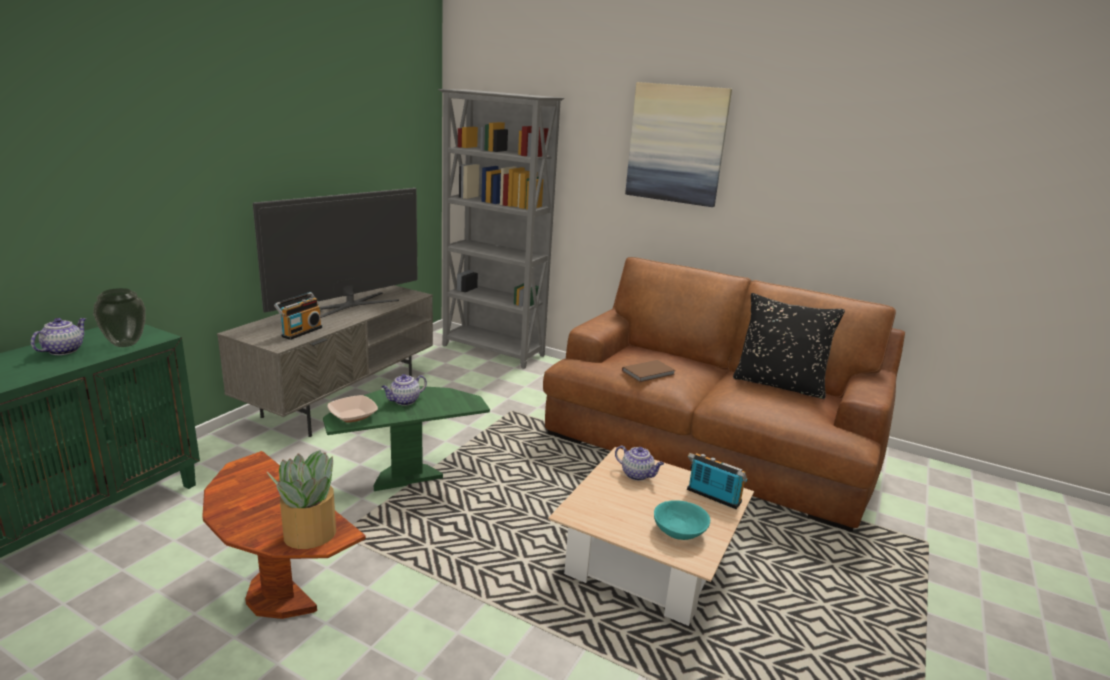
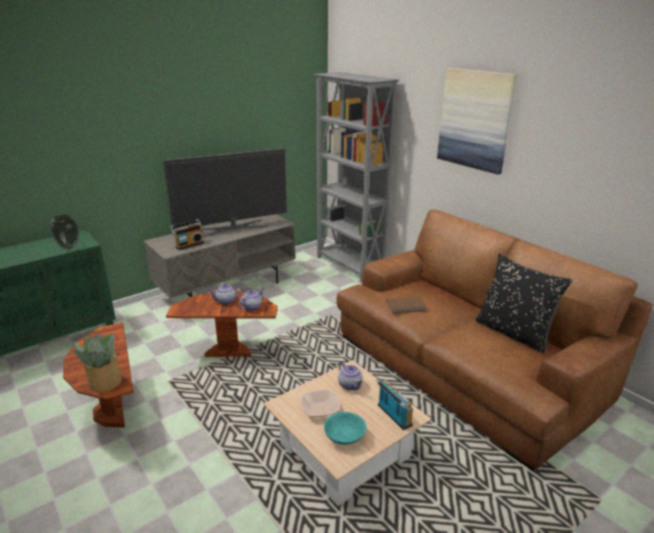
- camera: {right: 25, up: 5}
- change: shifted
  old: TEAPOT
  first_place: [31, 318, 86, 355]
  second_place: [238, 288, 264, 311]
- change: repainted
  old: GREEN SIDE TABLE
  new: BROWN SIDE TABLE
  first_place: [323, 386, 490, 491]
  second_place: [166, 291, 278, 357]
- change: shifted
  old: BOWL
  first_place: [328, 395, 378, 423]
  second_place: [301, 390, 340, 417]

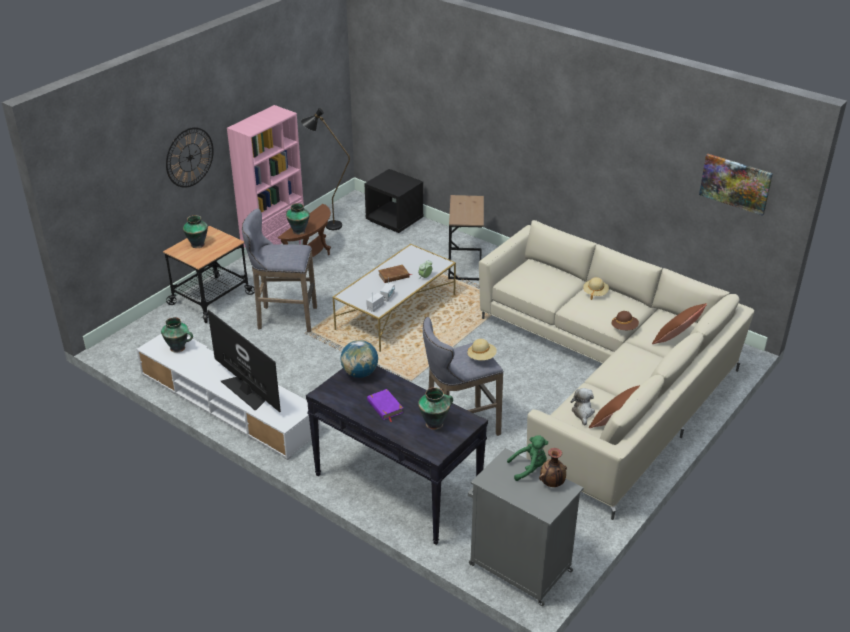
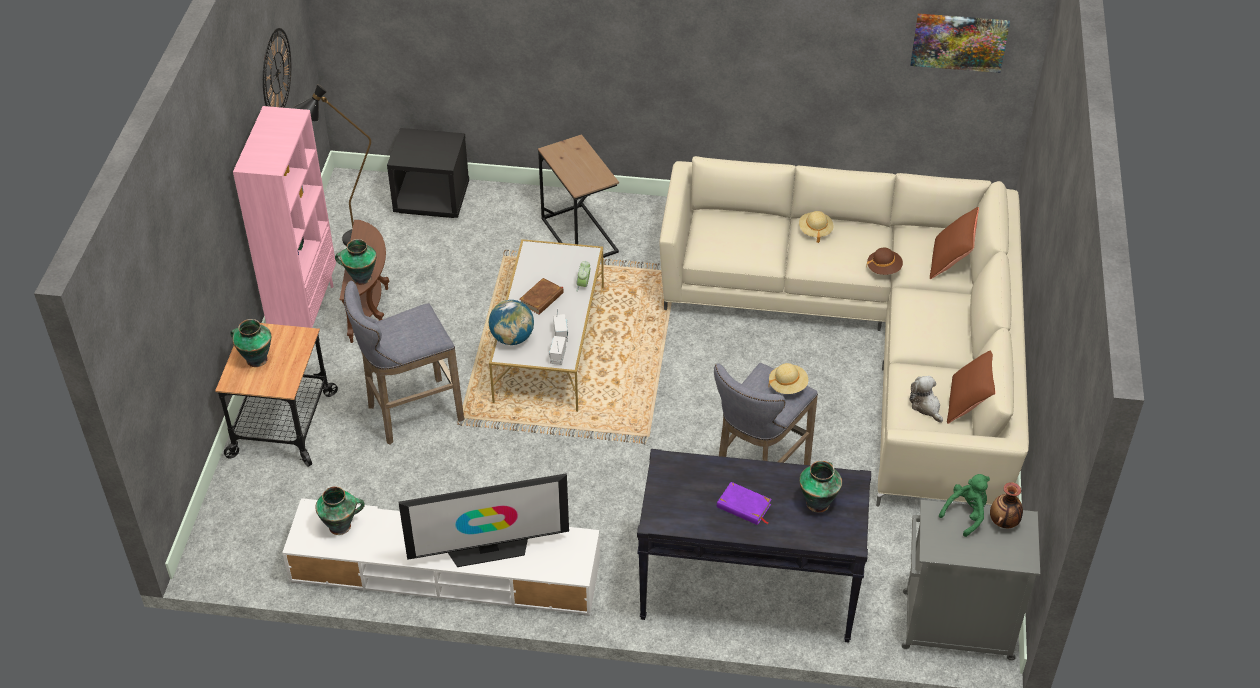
- camera: {right: -30, up: 10}
- change: shifted
  old: WALL CLOCK
  first_place: [166, 127, 214, 188]
  second_place: [263, 28, 291, 108]
- change: rotated
  old: TELEVISION
  first_place: [207, 310, 281, 412]
  second_place: [398, 473, 569, 567]
  degrees: 150
- change: shifted
  old: GLOBE
  first_place: [341, 340, 378, 378]
  second_place: [489, 300, 534, 345]

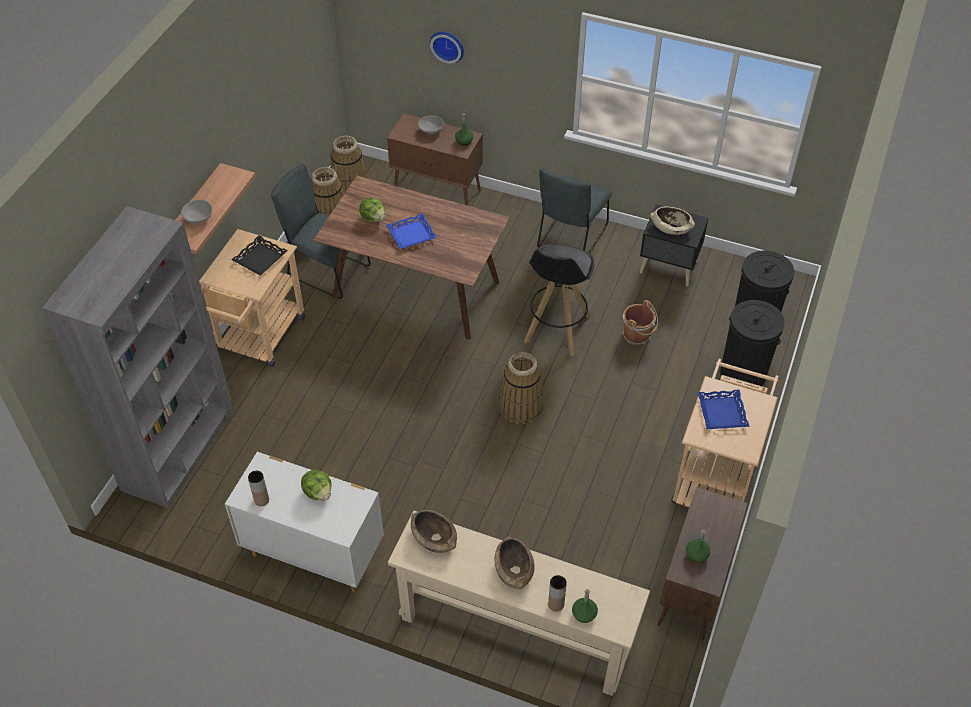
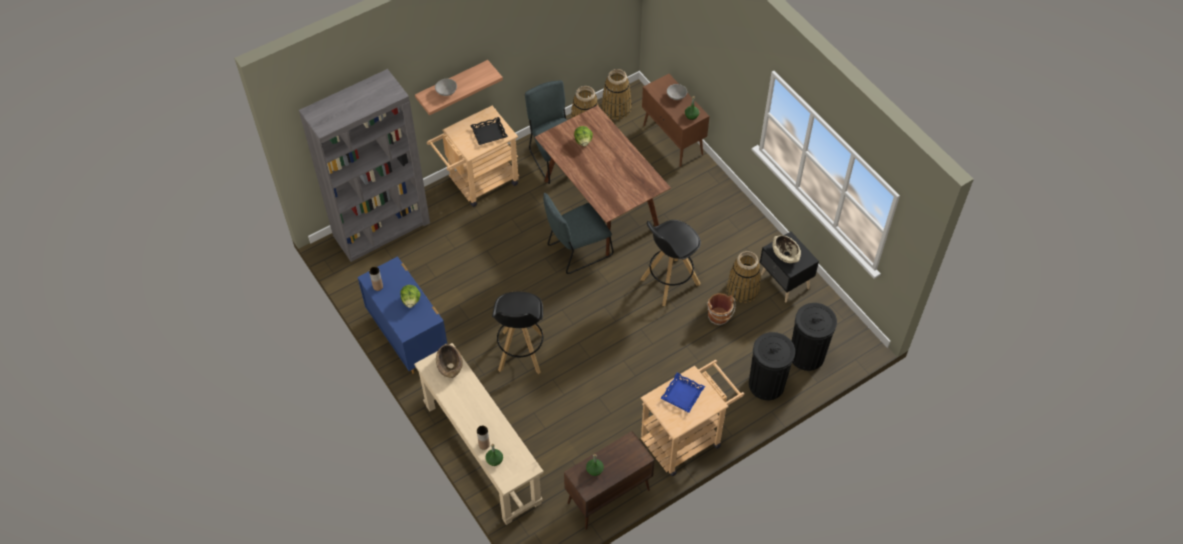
- camera: {right: 35, up: 5}
- change: repainted
  old: WHITE DRESSER
  new: BLUE DRESSER
  first_place: [225, 452, 384, 592]
  second_place: [358, 256, 447, 374]
- change: gone
  old: BLUE TRAY
  first_place: [386, 213, 437, 249]
- change: gone
  old: WALL CLOCK
  first_place: [430, 31, 464, 64]
- change: gone
  old: BROWN BOWL
  first_place: [494, 537, 535, 589]
- change: shifted
  old: BASKET
  first_place: [499, 352, 543, 424]
  second_place: [727, 251, 761, 303]
- change: shifted
  old: GREY CHAIR
  first_place: [537, 169, 612, 254]
  second_place: [543, 193, 614, 274]
- change: new
  new: BLACK STOOL
  second_place: [492, 292, 544, 374]

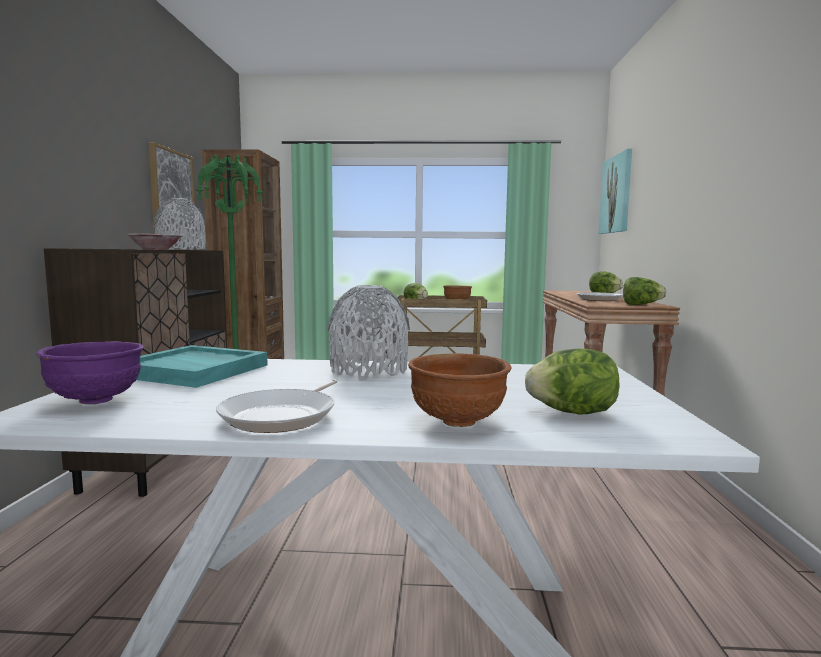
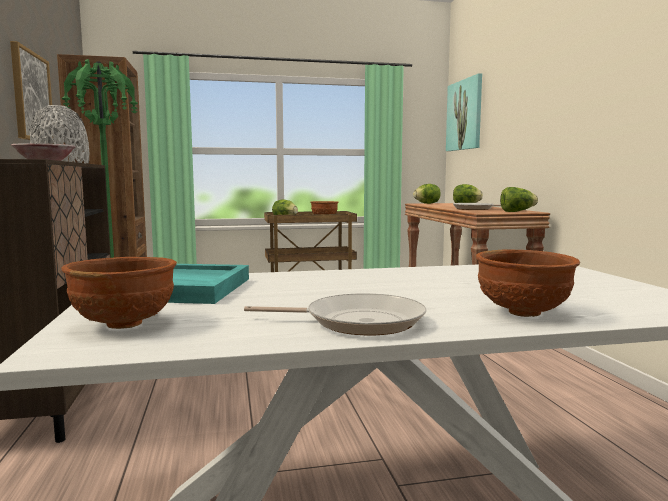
- camera: {right: -15, up: 0}
- change: repainted
  old: PURPLE BOWL
  new: BROWN BOWL
  first_place: [36, 341, 144, 404]
  second_place: [62, 257, 177, 329]
- change: rotated
  old: FRYING PAN
  first_place: [216, 379, 338, 433]
  second_place: [244, 293, 426, 335]
  degrees: -90
- change: gone
  old: GREY VASE
  first_place: [327, 285, 410, 379]
- change: shifted
  old: LETTUCE
  first_place: [525, 349, 619, 415]
  second_place: [413, 184, 441, 204]

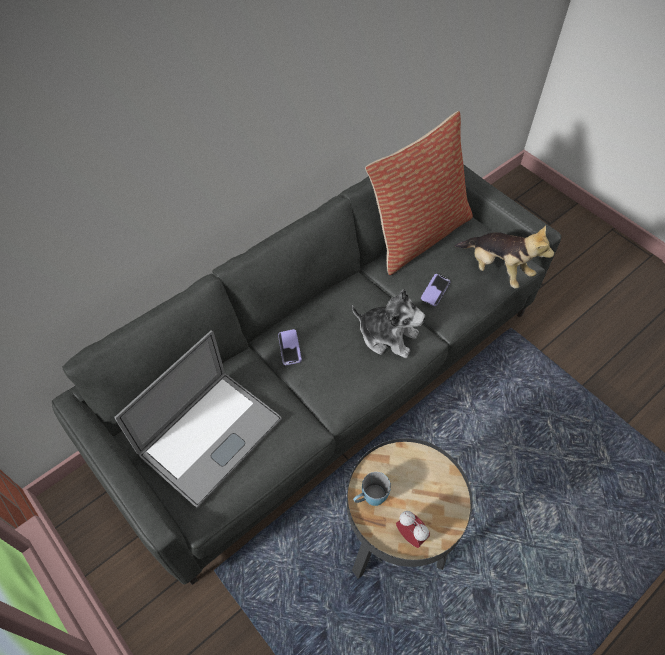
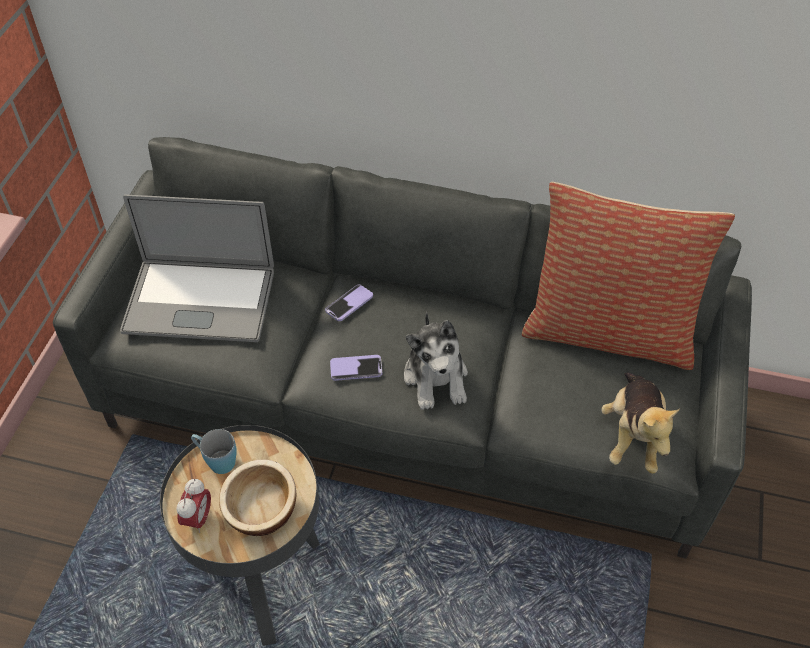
- camera: {right: 55, up: -5}
- change: shifted
  old: PHONE
  first_place: [421, 274, 450, 306]
  second_place: [330, 355, 382, 381]
- change: new
  new: BOWL
  second_place: [219, 460, 296, 536]

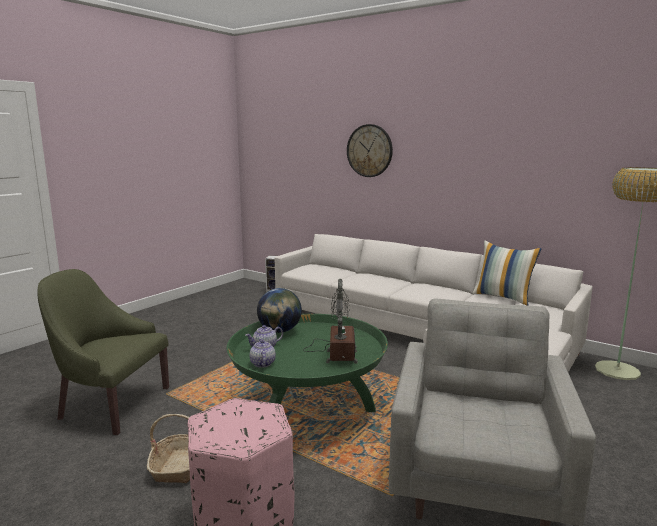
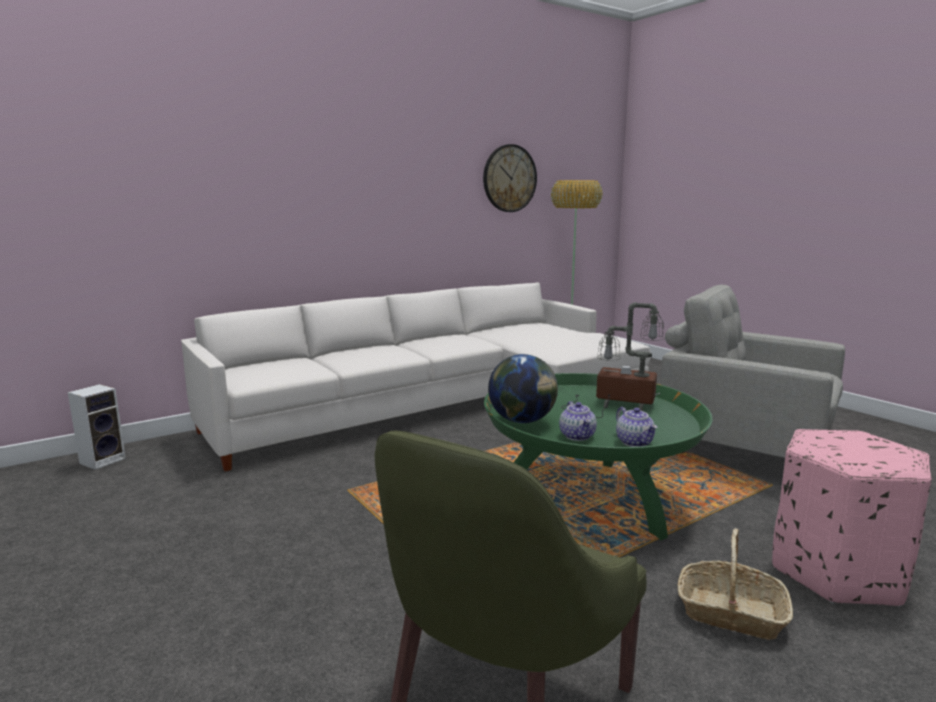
- camera: {right: -70, up: 0}
- change: rotated
  old: TEAPOT
  first_place: [249, 338, 276, 368]
  second_place: [616, 407, 657, 447]
  degrees: -120
- change: shifted
  old: WALL CLOCK
  first_place: [347, 124, 393, 177]
  second_place: [483, 144, 537, 212]
- change: gone
  old: PILLOW
  first_place: [472, 241, 542, 306]

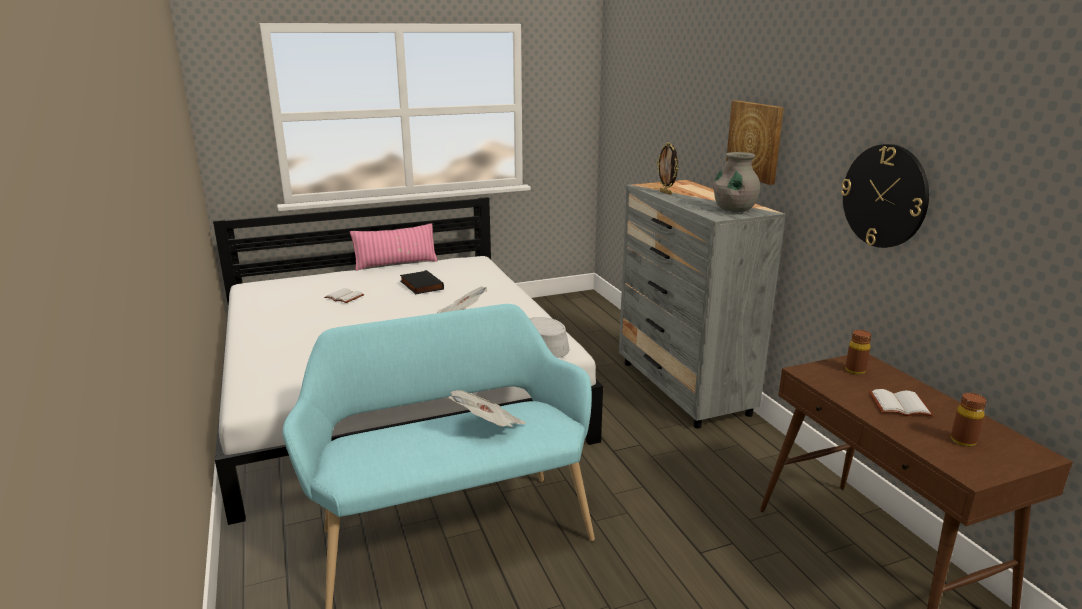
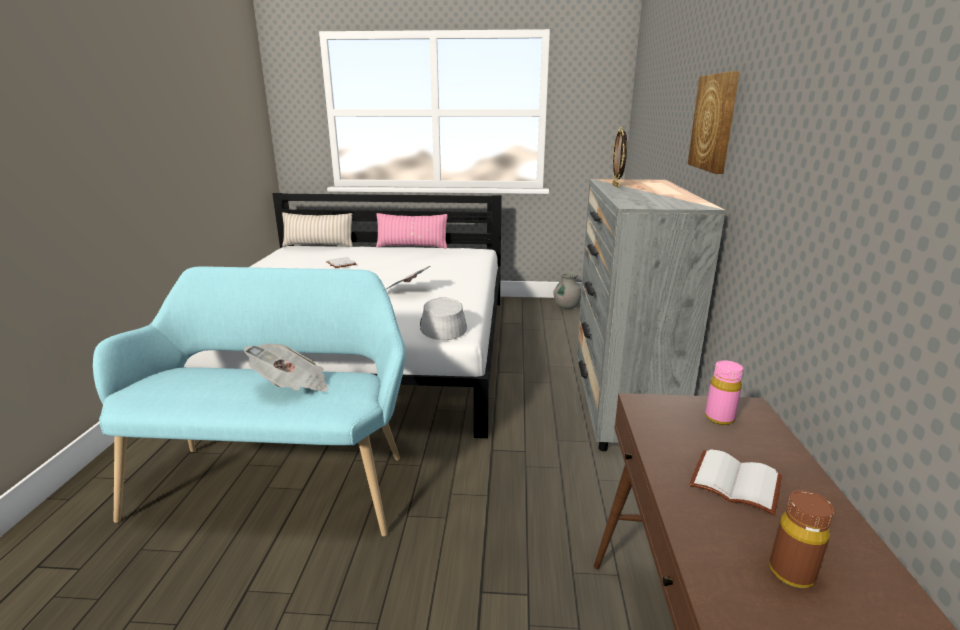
- camera: {right: 25, up: 0}
- change: gone
  old: BLACK BOOK
  first_place: [400, 270, 444, 294]
- change: shifted
  old: GREY VASE
  first_place: [713, 152, 760, 212]
  second_place: [553, 272, 581, 309]
- change: gone
  old: WALL CLOCK
  first_place: [841, 144, 929, 248]
- change: repainted
  old: BROWN BOTTLE
  new: PINK BOTTLE
  first_place: [845, 330, 871, 375]
  second_place: [705, 360, 743, 425]
- change: new
  new: BEIGE PILLOW
  second_place: [282, 212, 353, 247]

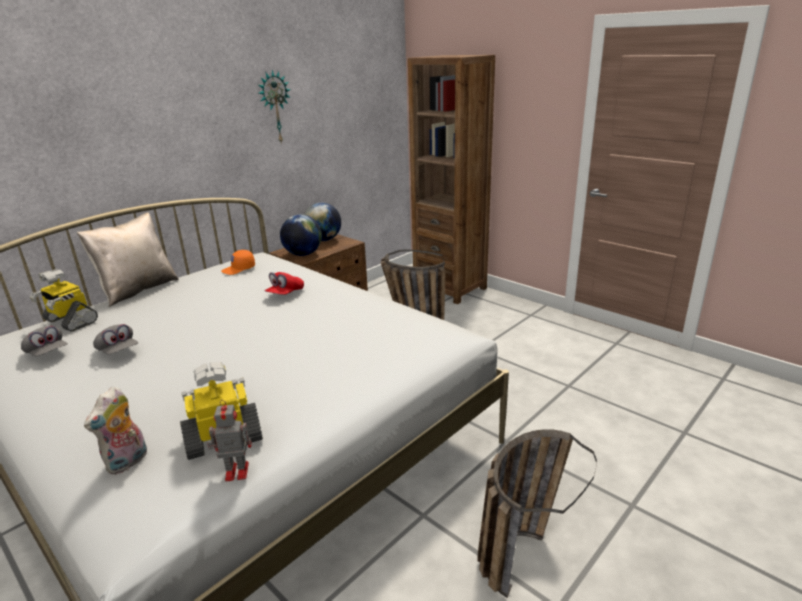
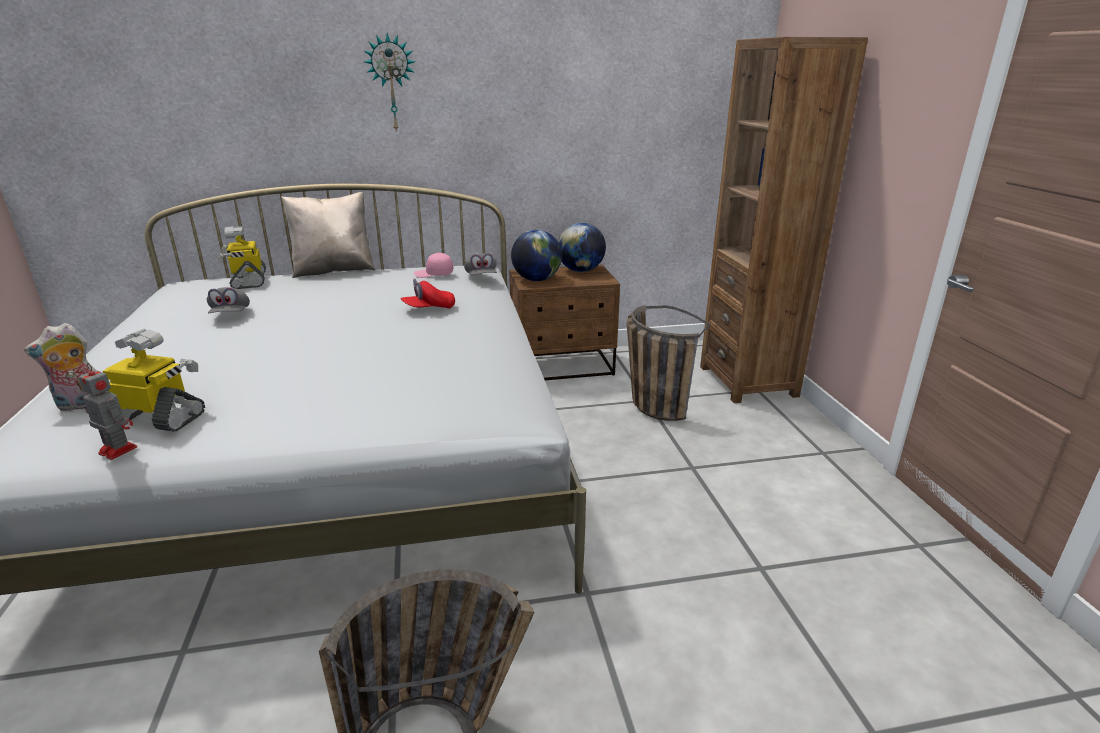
- camera: {right: 35, up: 0}
- change: shifted
  old: GREY CAP
  first_place: [21, 326, 67, 356]
  second_place: [464, 253, 497, 275]
- change: repainted
  old: ORANGE CAP
  new: PINK CAP
  first_place: [221, 250, 255, 275]
  second_place: [414, 253, 453, 278]
- change: shifted
  old: WALL CLOCK
  first_place: [259, 70, 291, 144]
  second_place: [364, 33, 415, 133]

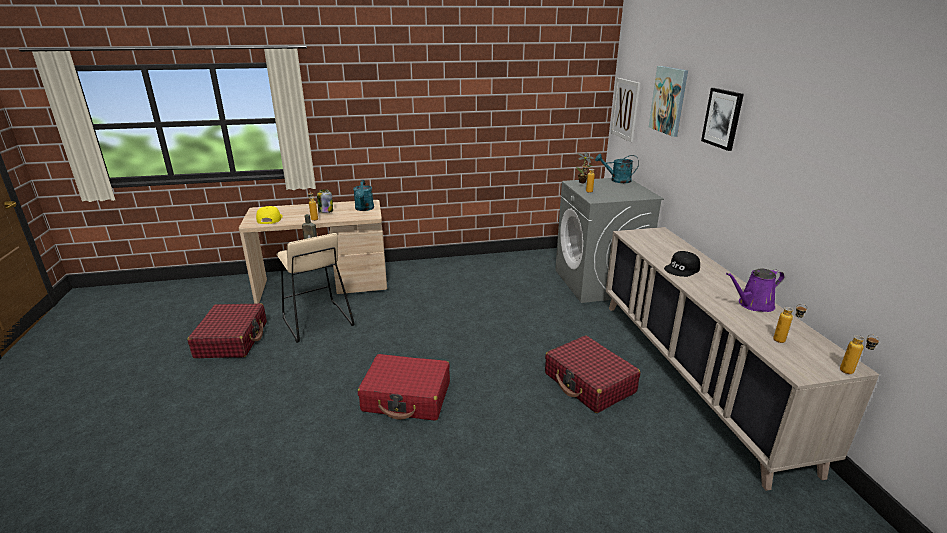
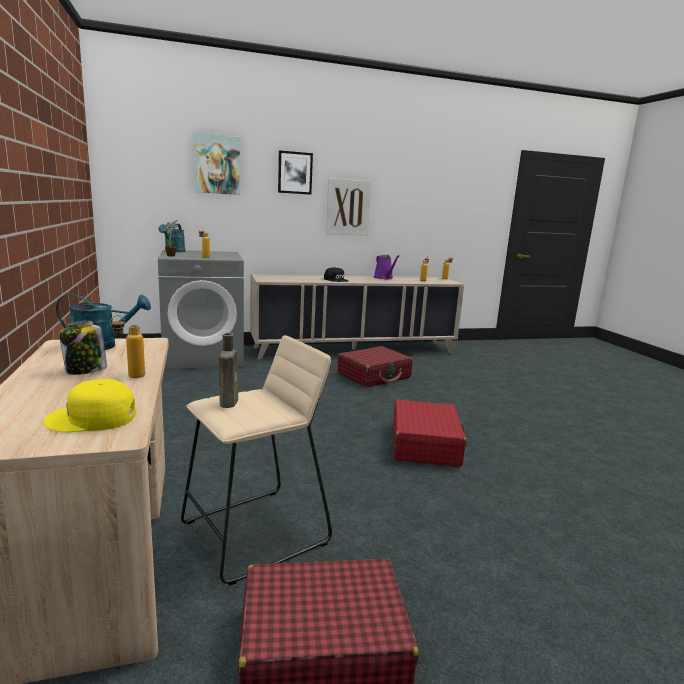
- camera: {right: -95, up: -10}
- change: shifted
  old: PICTURE
  first_place: [611, 78, 640, 142]
  second_place: [326, 178, 372, 236]

